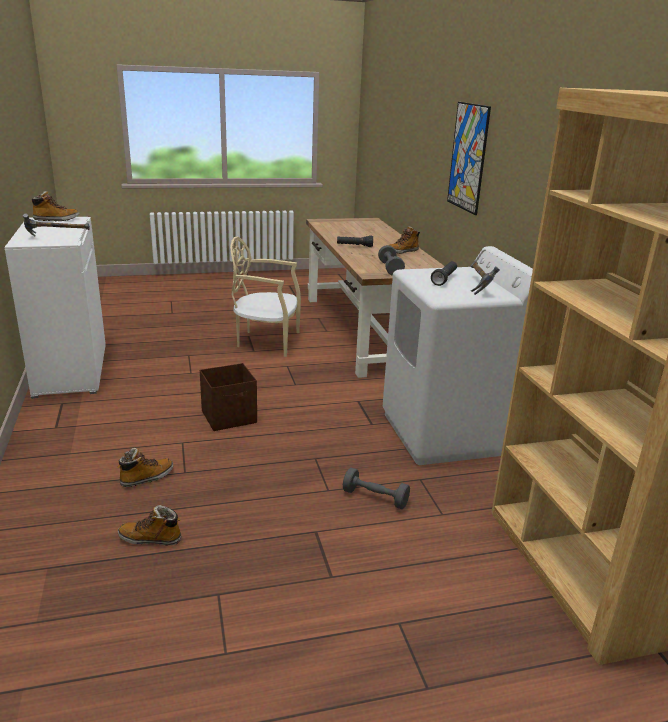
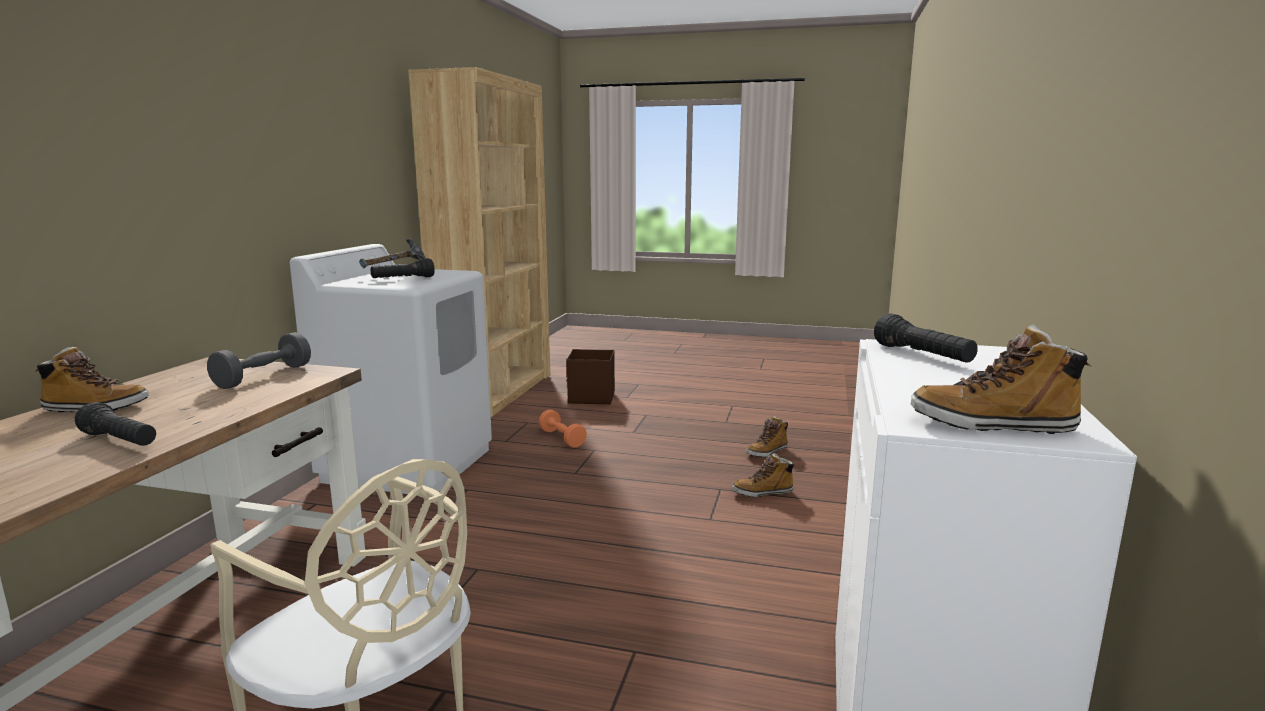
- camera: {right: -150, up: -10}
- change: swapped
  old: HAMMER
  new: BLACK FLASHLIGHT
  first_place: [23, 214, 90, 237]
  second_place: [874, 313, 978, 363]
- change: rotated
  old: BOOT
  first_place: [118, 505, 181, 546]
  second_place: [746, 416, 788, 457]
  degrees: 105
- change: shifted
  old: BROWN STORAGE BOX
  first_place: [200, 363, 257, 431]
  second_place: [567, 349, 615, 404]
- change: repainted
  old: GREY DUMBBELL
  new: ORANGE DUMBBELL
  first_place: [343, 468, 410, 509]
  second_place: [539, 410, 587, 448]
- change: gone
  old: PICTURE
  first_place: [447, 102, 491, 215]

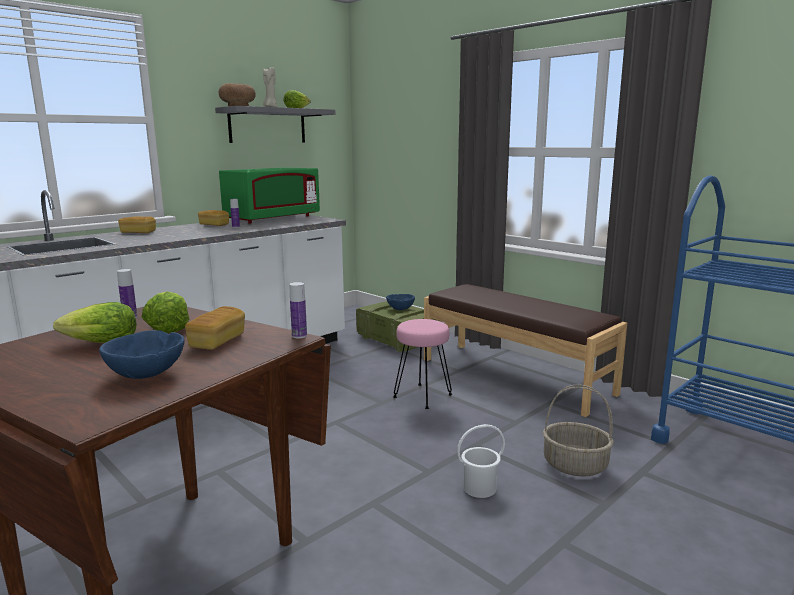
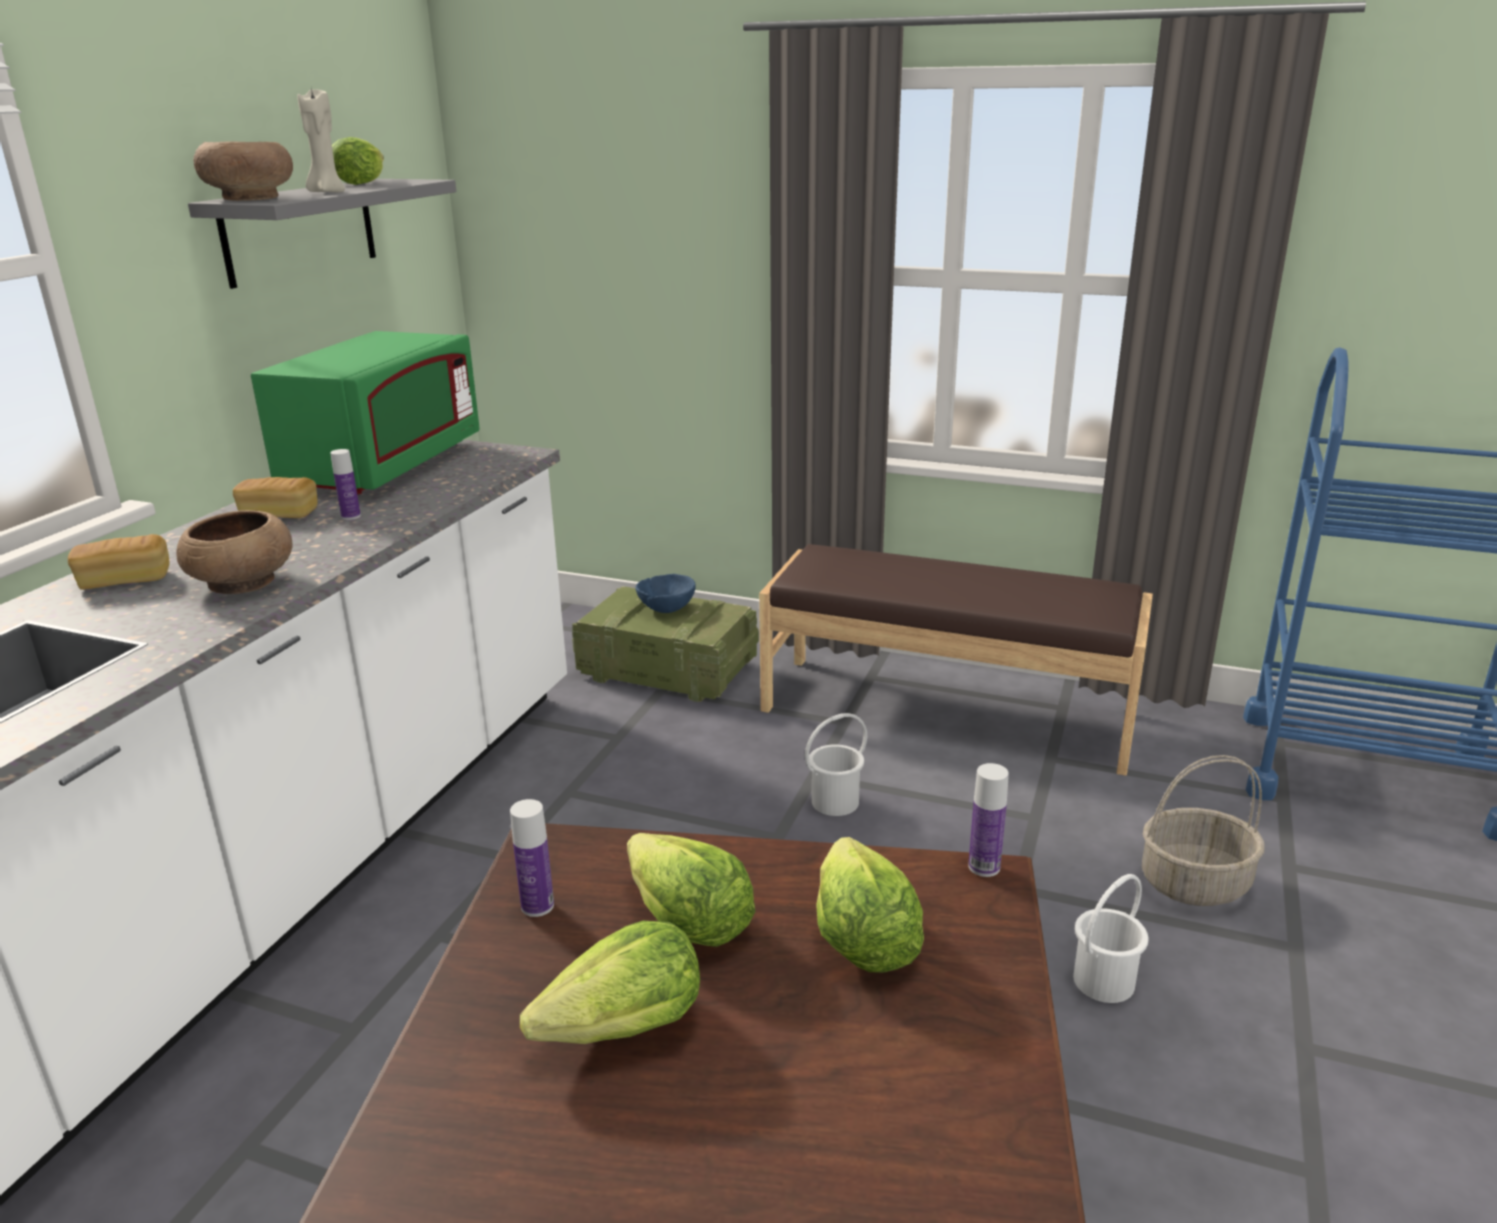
- camera: {right: -25, up: 10}
- change: gone
  old: BLUE BOWL
  first_place: [99, 330, 185, 379]
- change: swapped
  old: BREAD
  new: LETTUCE
  first_place: [185, 306, 245, 350]
  second_place: [816, 837, 924, 972]
- change: swapped
  old: PINK STOOL
  new: WHITE BUCKET
  first_place: [393, 319, 452, 409]
  second_place: [805, 713, 867, 816]
- change: new
  new: BROWN BOWL
  second_place: [176, 510, 292, 594]

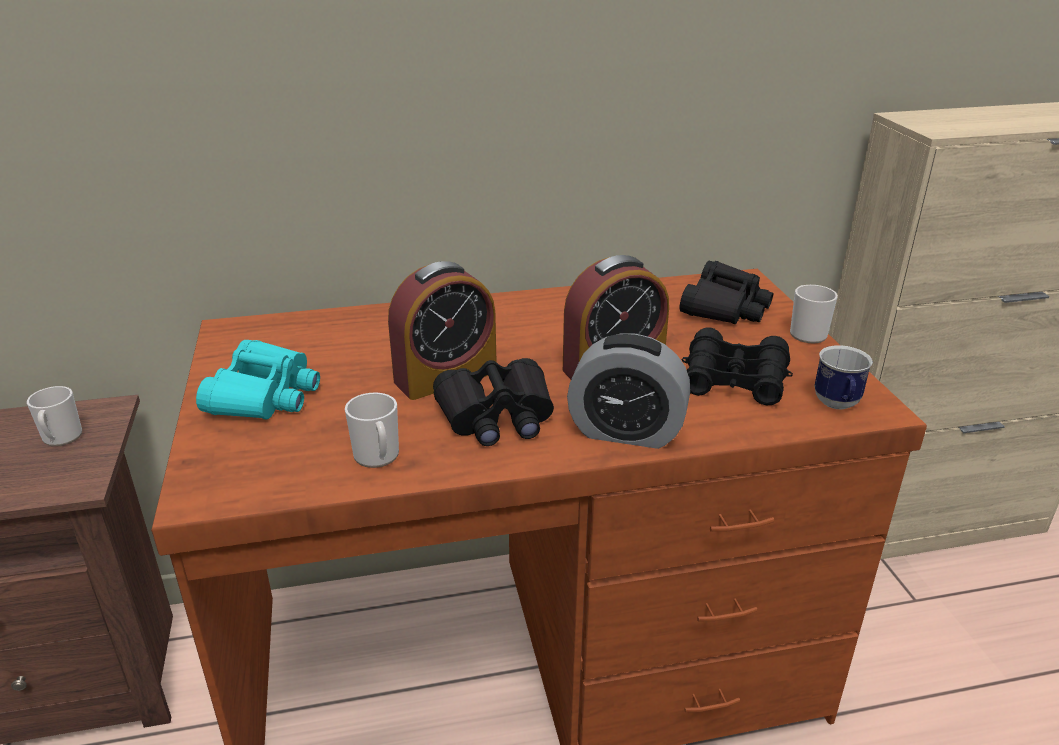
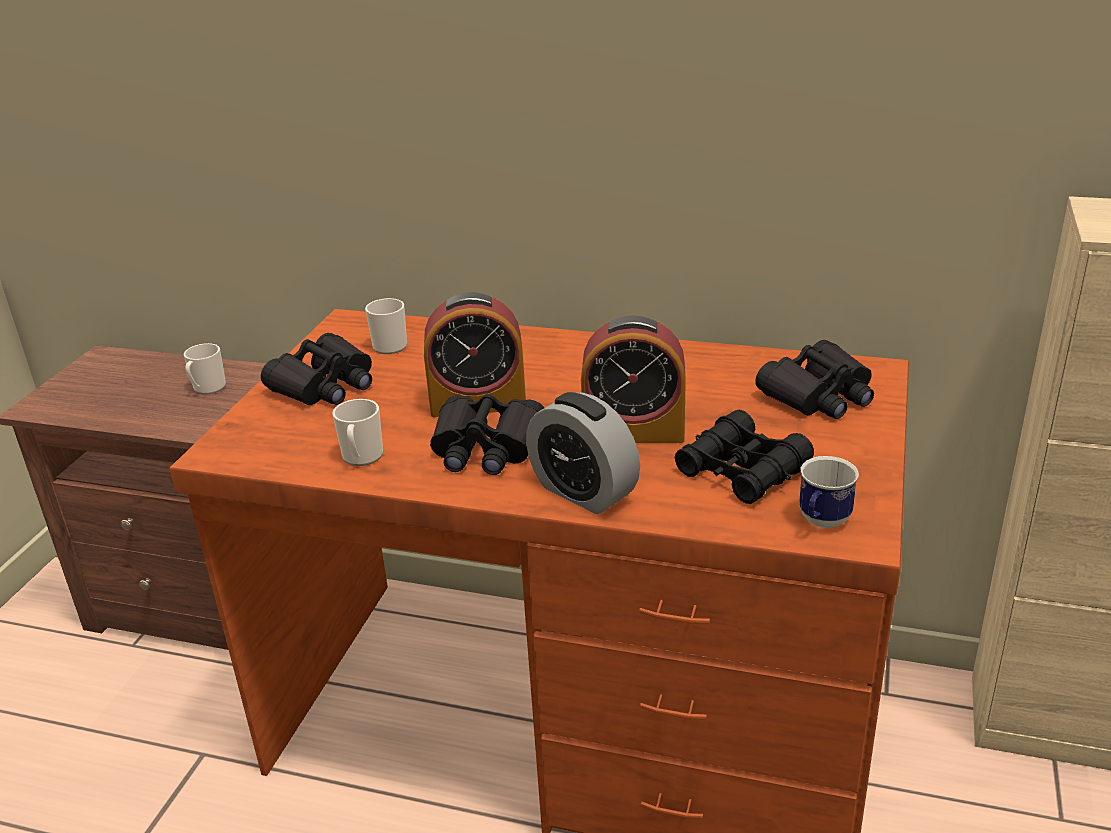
- camera: {right: 30, up: 0}
- change: repainted
  old: TURQUOISE BINOCULARS
  new: BLACK BINOCULARS
  first_place: [196, 340, 320, 420]
  second_place: [261, 333, 372, 405]
- change: shifted
  old: MUG
  first_place: [790, 285, 838, 343]
  second_place: [365, 298, 407, 354]

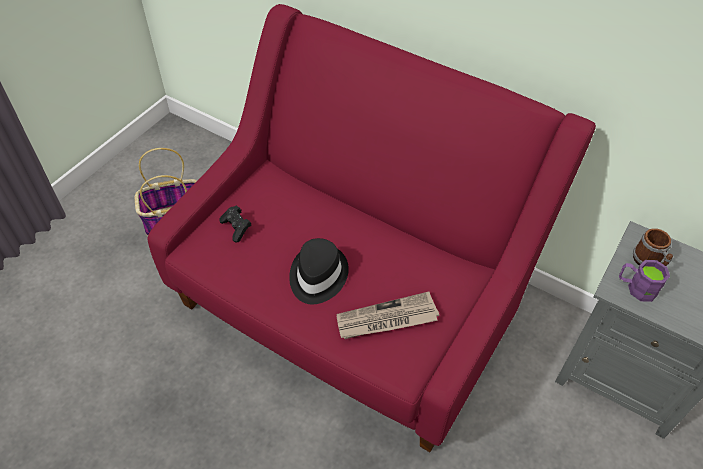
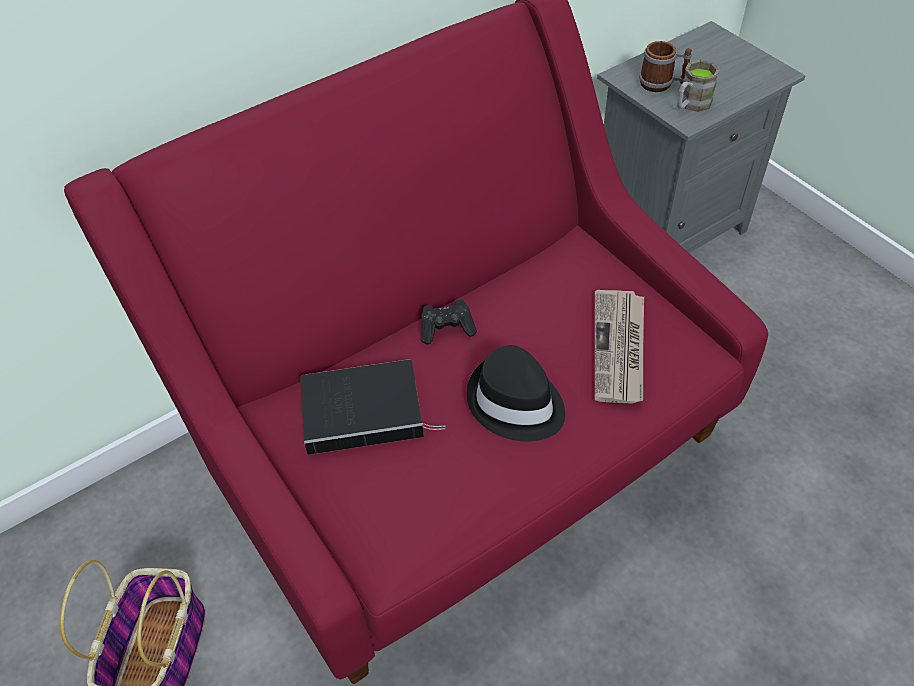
- camera: {right: -65, up: 0}
- change: shifted
  old: BLACK GAME CONTROLLER
  first_place: [219, 206, 251, 242]
  second_place: [422, 299, 477, 344]
- change: repainted
  old: PURPLE MUG
  new: BROWN MUG
  first_place: [619, 260, 670, 302]
  second_place: [677, 60, 720, 112]
- change: new
  new: BOOK
  second_place: [300, 359, 445, 455]

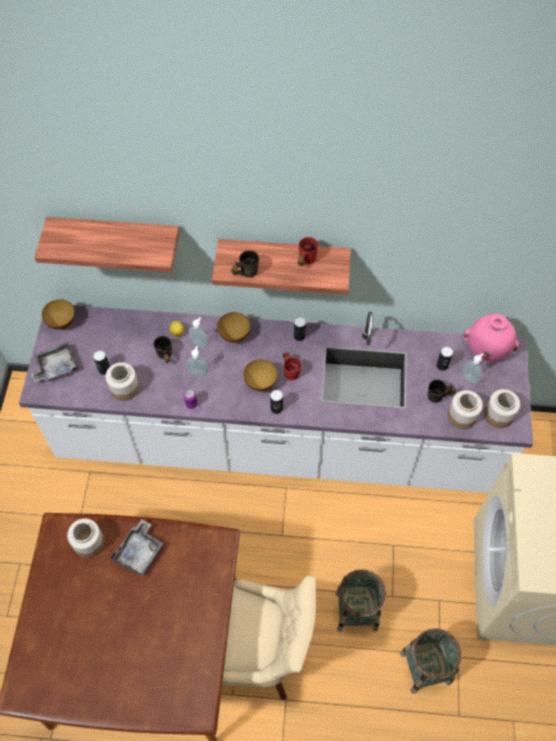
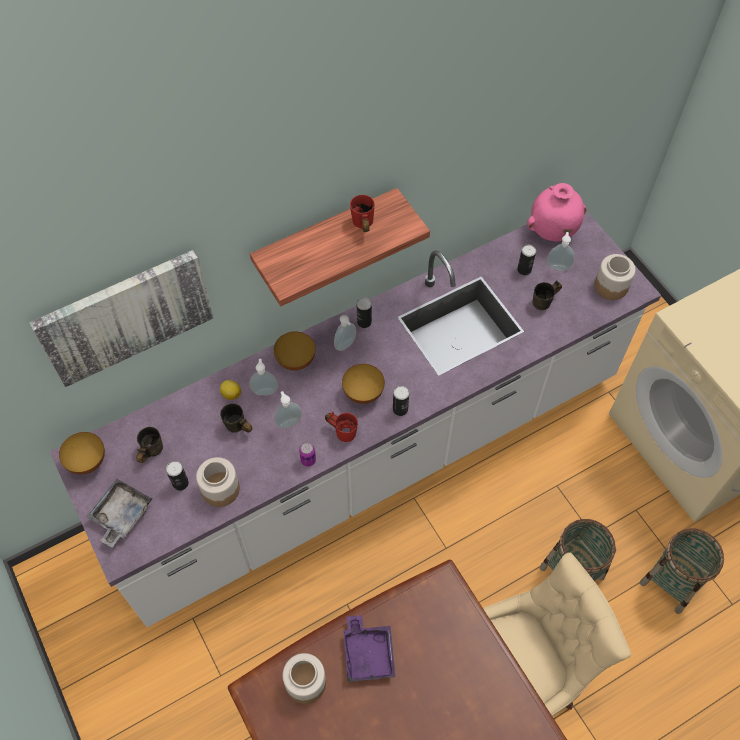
- camera: {right: -35, up: 0}
- change: swapped
  old: SHELF
  new: PICTURE
  first_place: [34, 217, 179, 272]
  second_place: [29, 250, 214, 387]
- change: repainted
  old: GREY TRAY
  new: PURPLE TRAY
  first_place: [111, 519, 163, 577]
  second_place: [343, 615, 395, 682]
- change: shifted
  old: GREY MUG
  first_place: [231, 250, 259, 277]
  second_place: [136, 427, 163, 463]
- change: shifted
  old: RED MUG
  first_place: [283, 352, 302, 380]
  second_place: [325, 412, 358, 442]
- change: gone
  old: JAR
  first_place: [448, 390, 483, 429]
- change: new
  new: SOAP DISPENSER
  second_place: [334, 315, 356, 351]

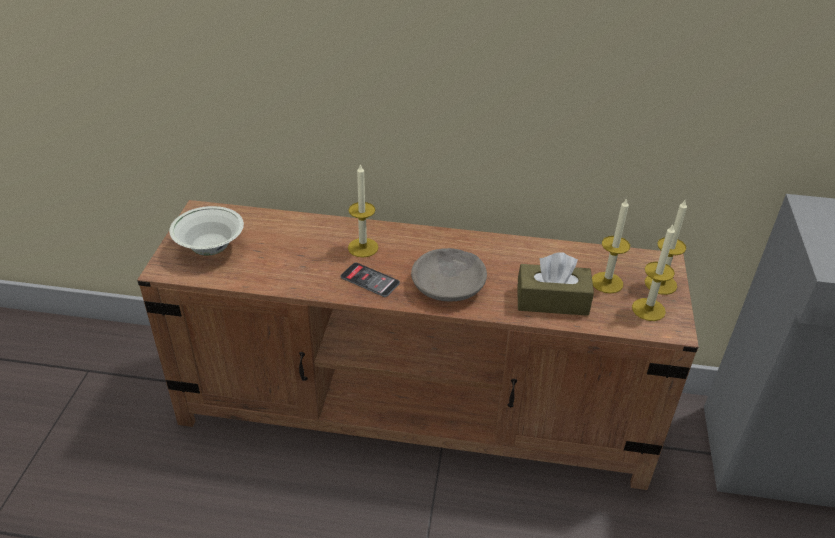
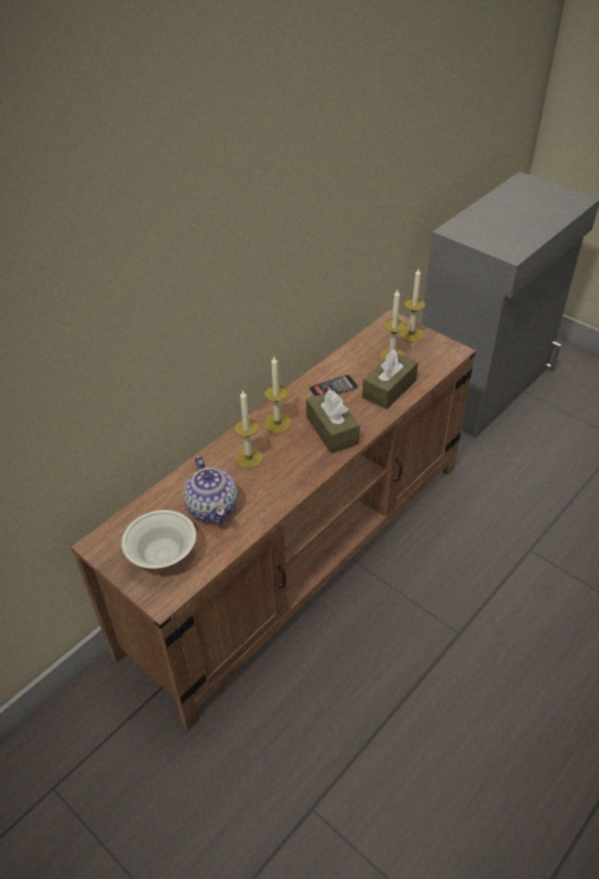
- camera: {right: -55, up: 5}
- change: shifted
  old: PHONE
  first_place: [341, 262, 400, 297]
  second_place: [309, 375, 358, 396]
- change: swapped
  old: GREY BOWL
  new: BROWN TISSUE BOX
  first_place: [411, 248, 487, 301]
  second_place: [306, 389, 360, 453]
- change: shifted
  old: CANDLE
  first_place: [632, 225, 675, 321]
  second_place: [264, 357, 291, 433]
- change: new
  new: TEAPOT
  second_place: [183, 456, 238, 525]

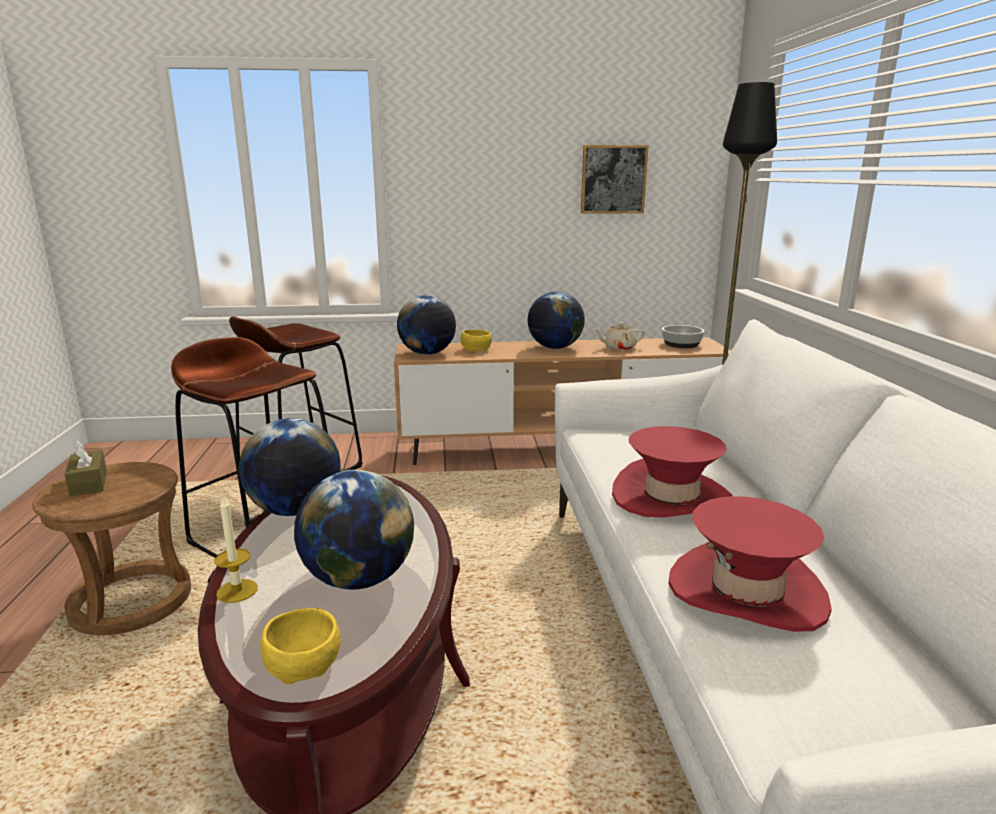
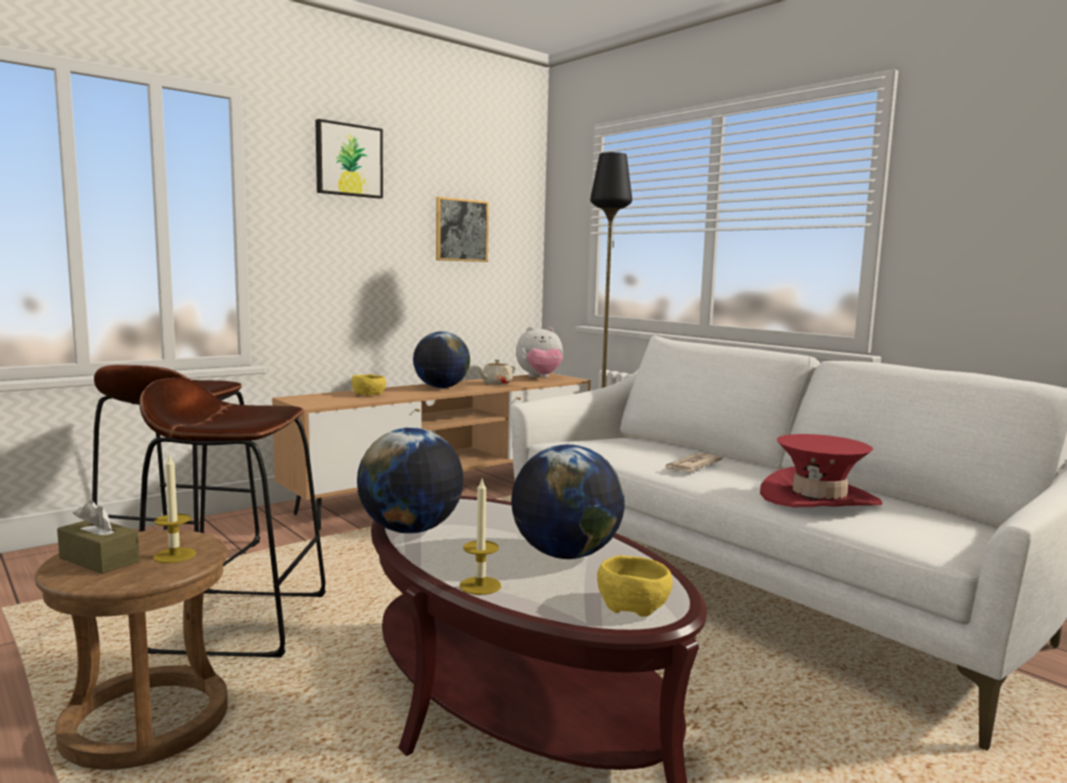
- camera: {right: -35, up: -10}
- change: gone
  old: GLOBE
  first_place: [397, 295, 456, 355]
- change: swapped
  old: RED HAT
  new: NEWSPAPER
  first_place: [612, 426, 733, 518]
  second_place: [663, 453, 723, 472]
- change: swapped
  old: BOWL
  new: PLUSH TOY
  first_place: [662, 325, 704, 348]
  second_place: [516, 327, 563, 378]
- change: new
  new: CANDLE
  second_place: [153, 454, 196, 563]
- change: new
  new: PICTURE
  second_place: [315, 119, 383, 199]

